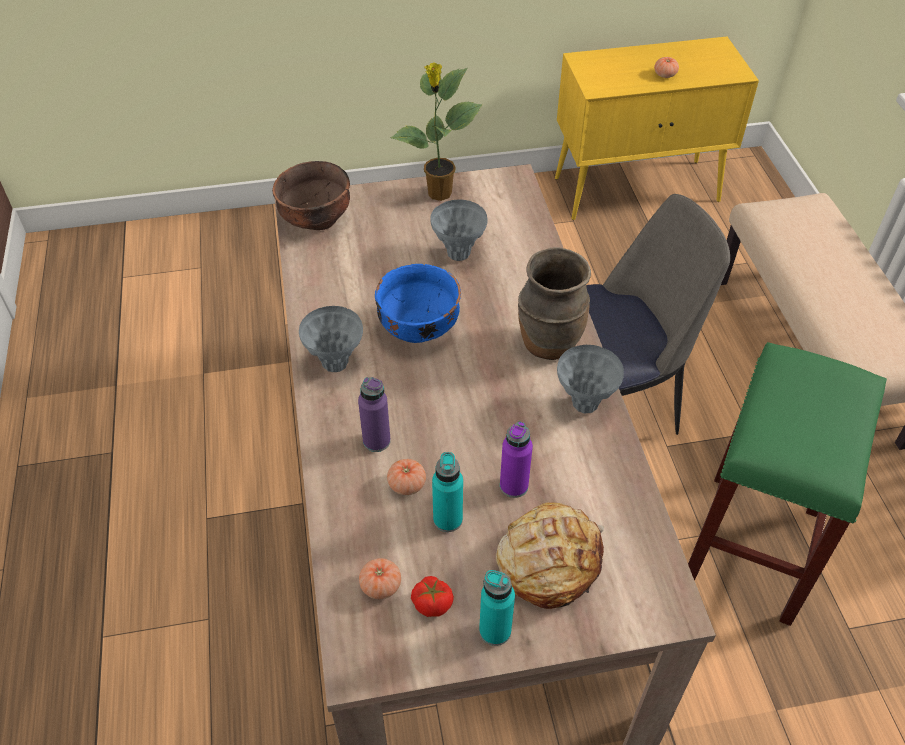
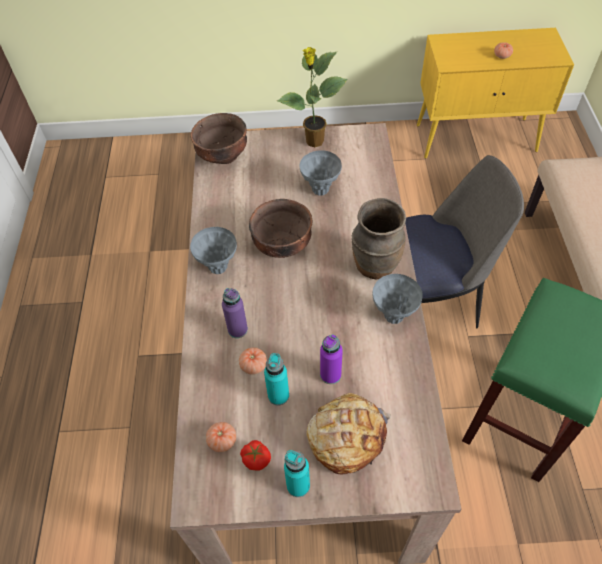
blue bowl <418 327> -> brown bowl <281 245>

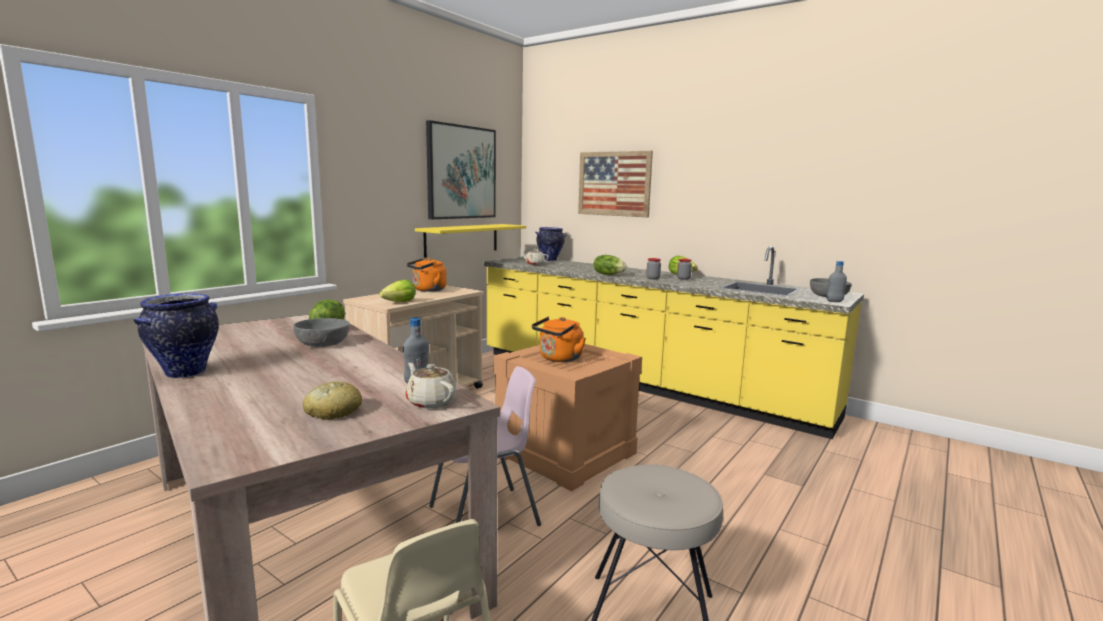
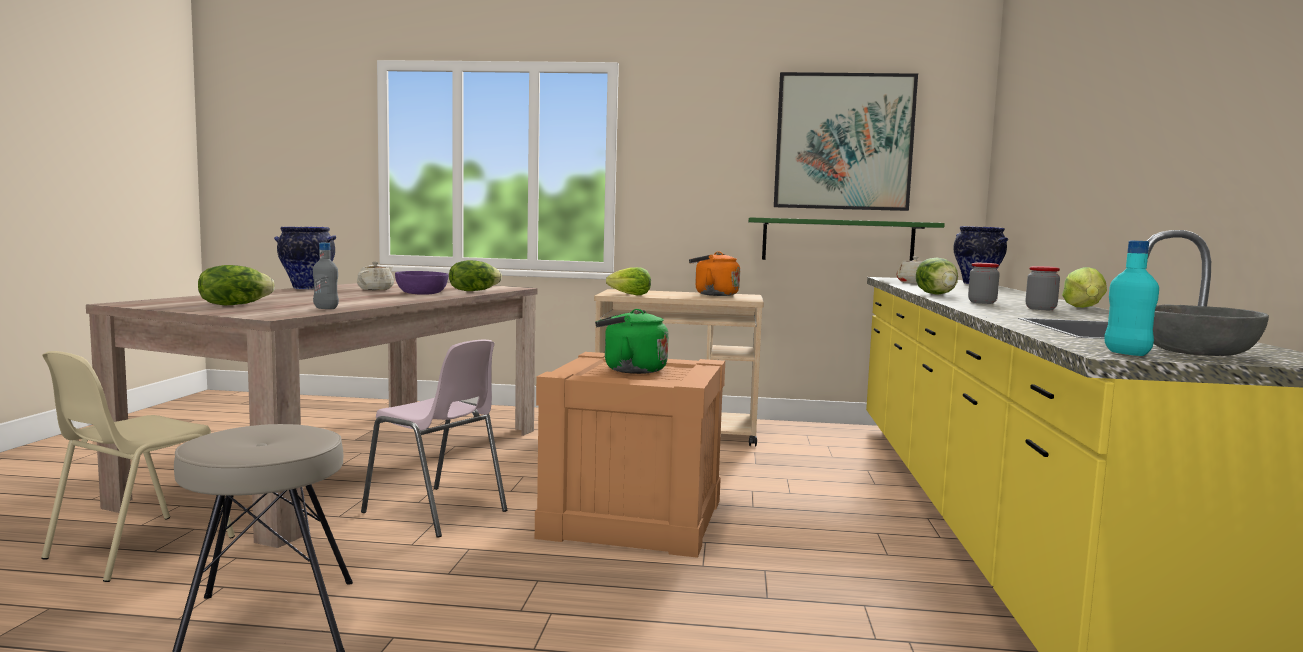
grey bowl <323 343> -> purple bowl <422 293>
bread <333 412> -> lettuce <234 305>
beige teapot <431 402> -> beige teapot <376 289>, move
yellow shelf <462 239> -> green shelf <837 241>
orange kettle <559 359> -> green kettle <630 370>
picture <614 183> -> none
grey bottle <834 301> -> turquoise bottle <1126 353>

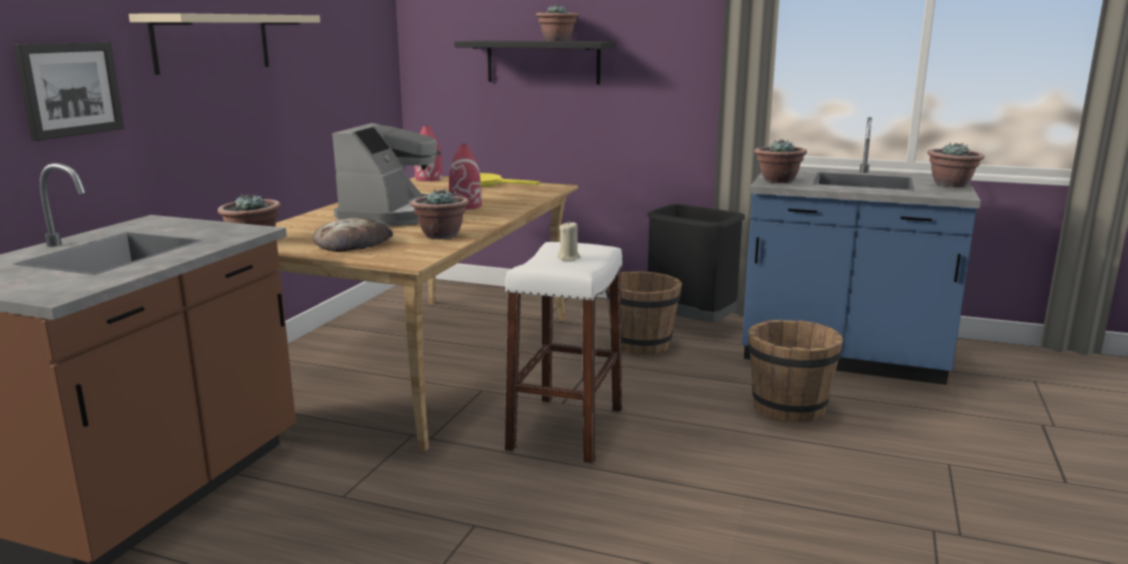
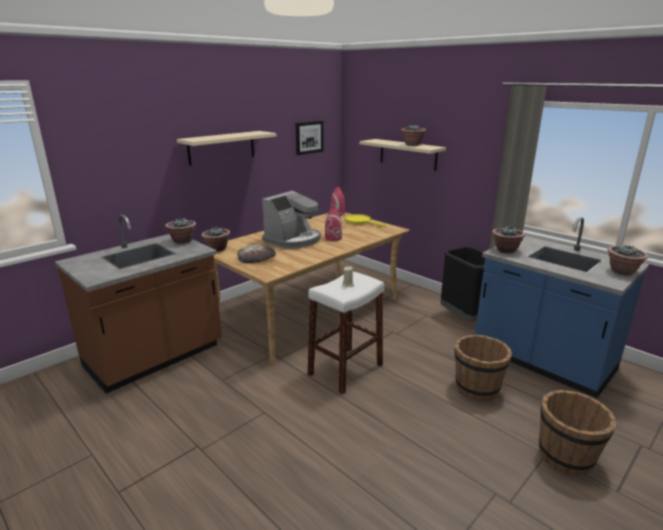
picture <69 89> -> picture <309 137>, move
potted plant <440 235> -> potted plant <182 241>, move
black shelf <543 62> -> beige shelf <408 154>
brown bucket <641 344> -> brown bucket <566 456>, move

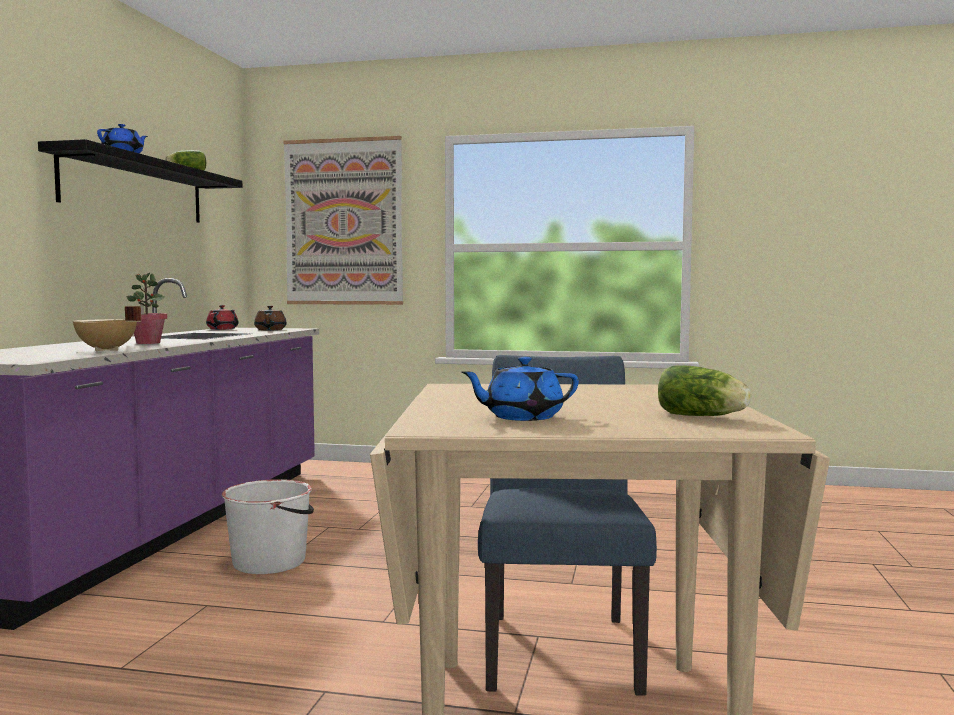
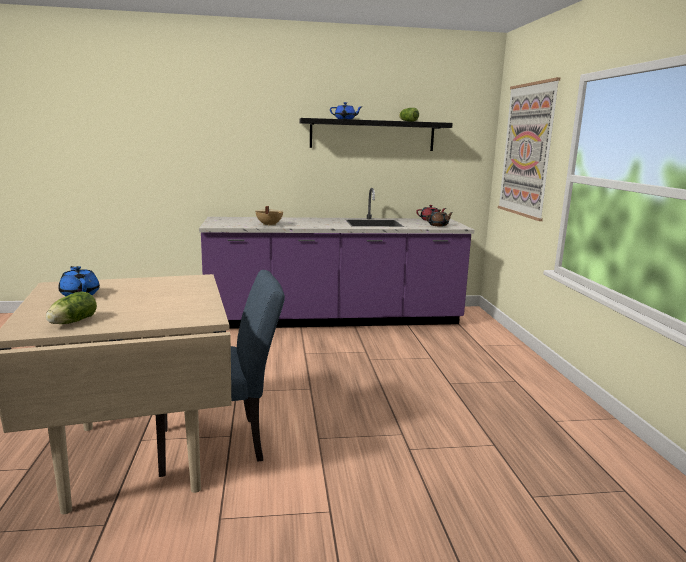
potted plant <148 343> -> none
white bucket <270 562> -> none

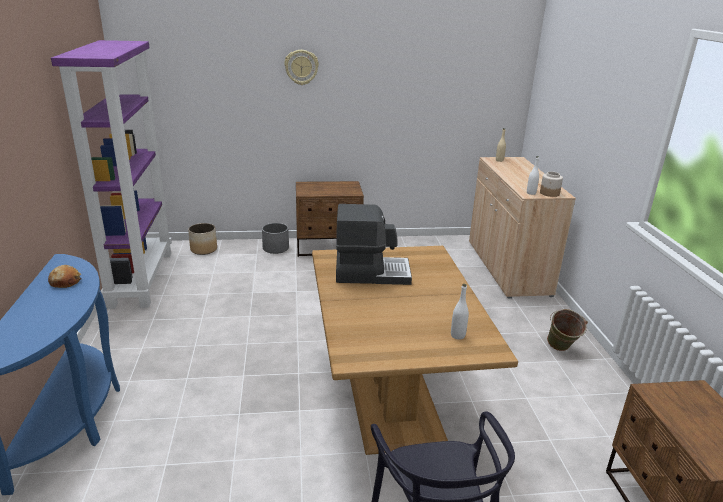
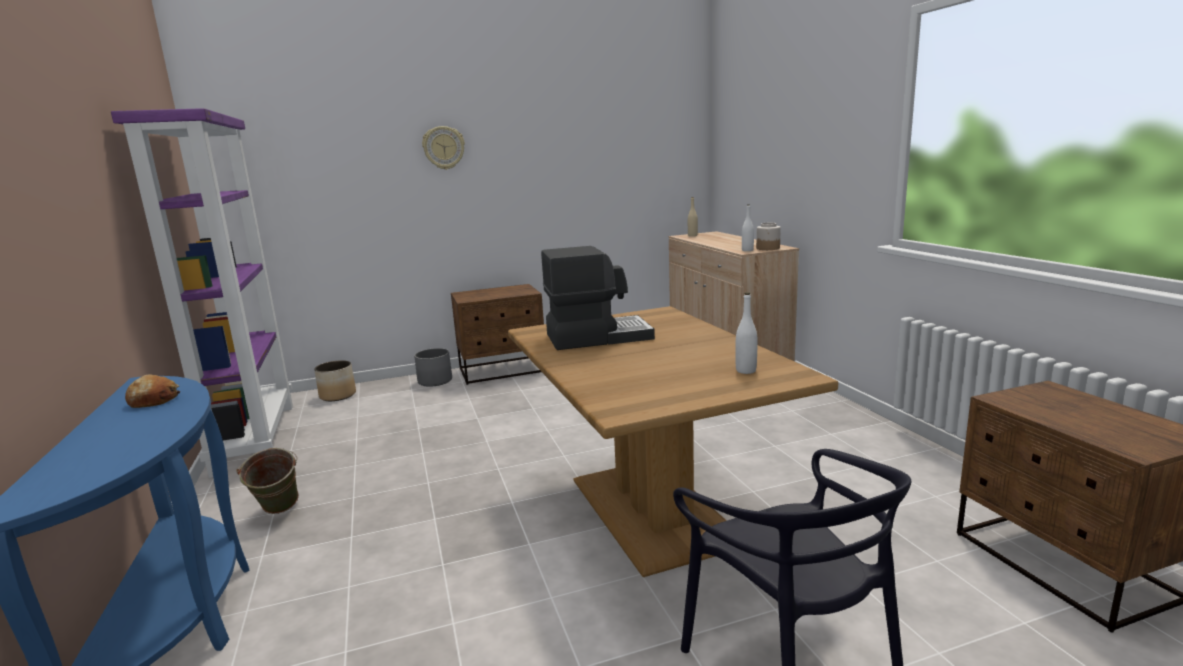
green bucket <560 350> -> green bucket <278 512>, move

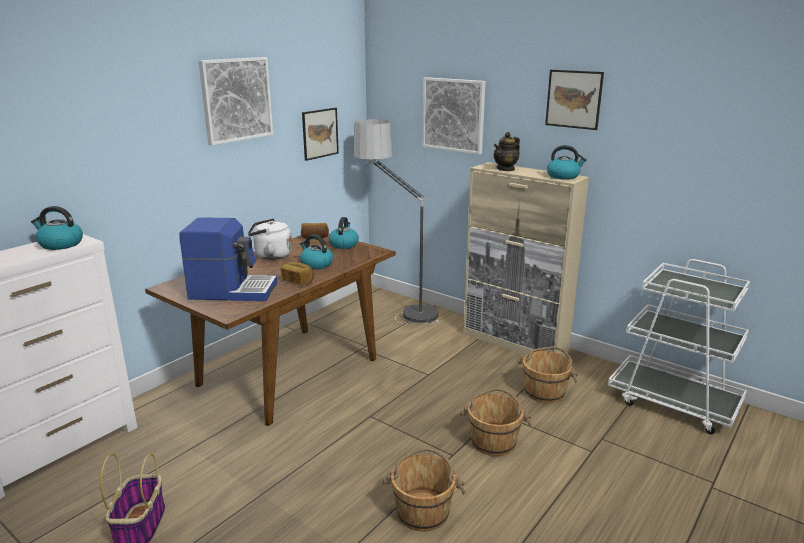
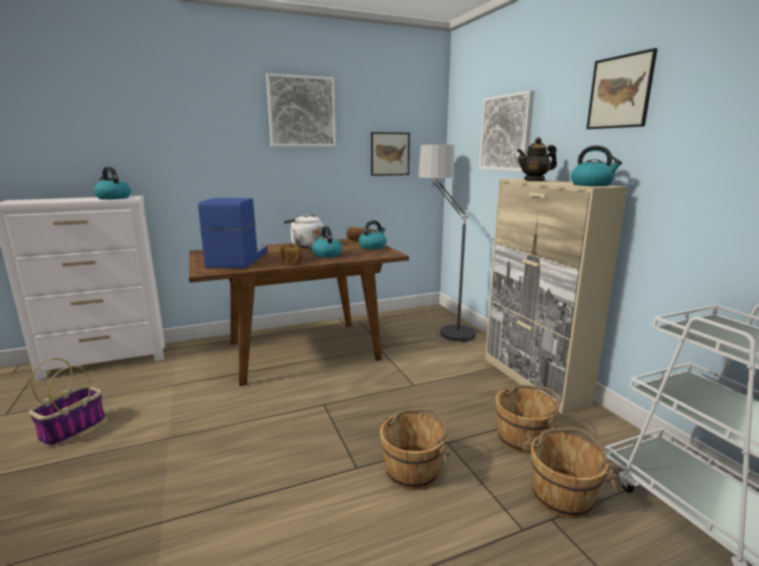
coffee machine <233 290> -> coffee machine <237 260>, 120 degrees counterclockwise
brown bucket <423 511> -> brown bucket <562 495>, move

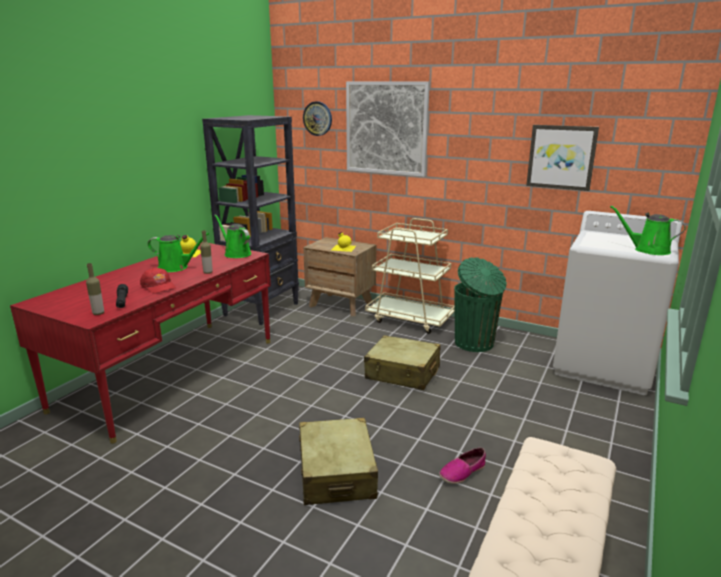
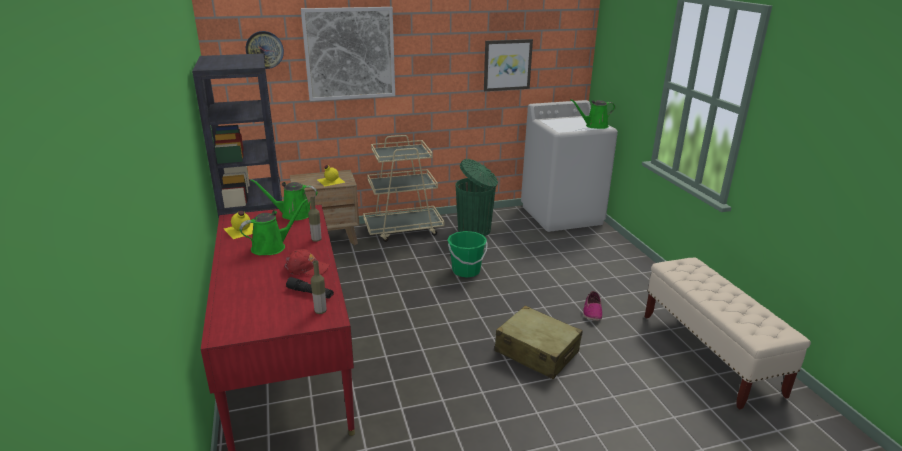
beige suitcase <402 373> -> green bucket <466 271>

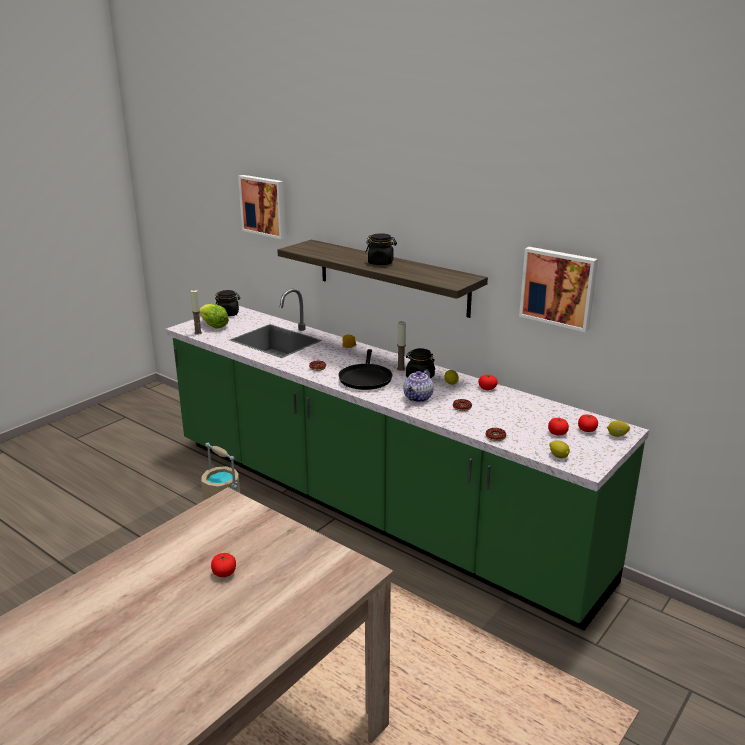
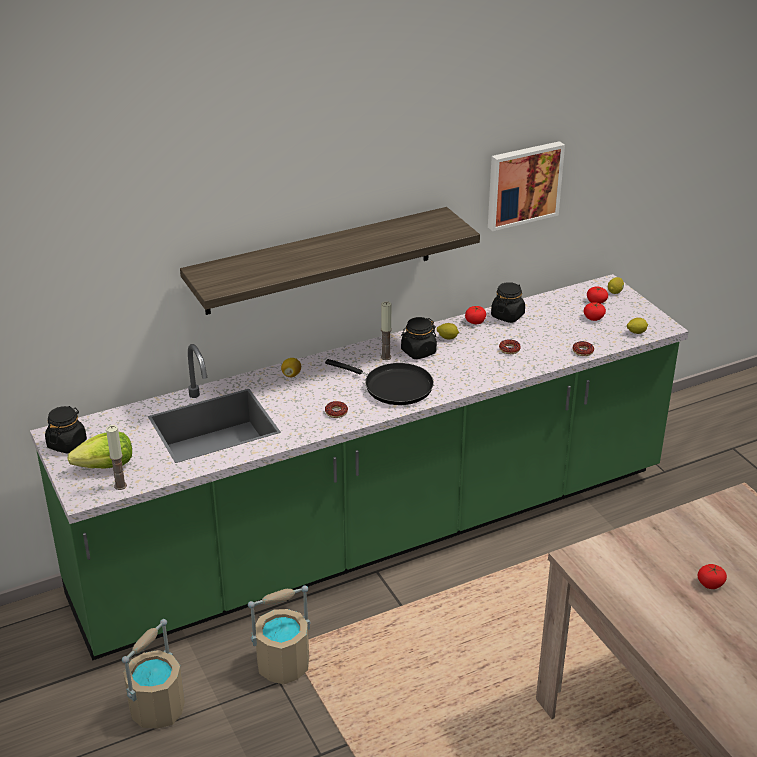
picture <264 206> -> none
black jar <381 263> -> black jar <507 315>, move
teapot <418 398> -> none
none -> beige bucket <157 708>

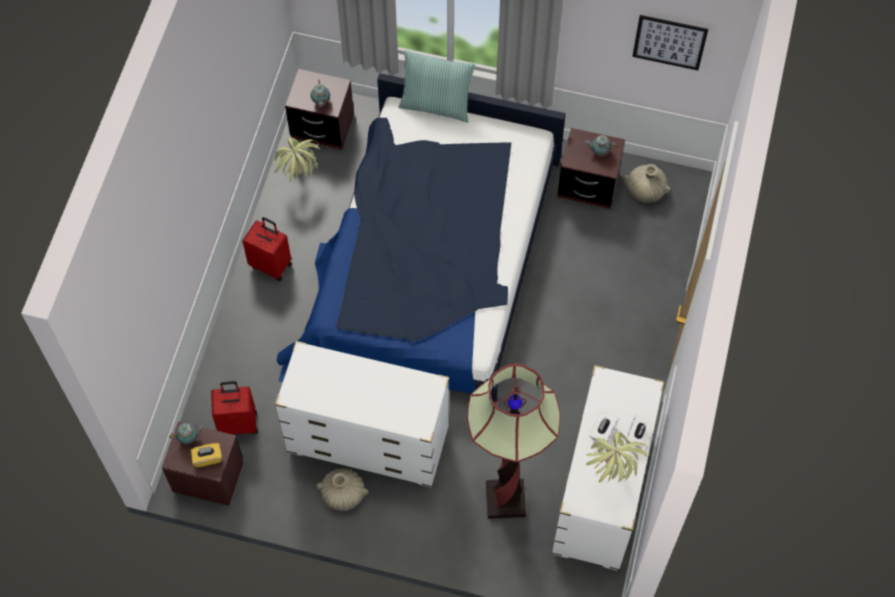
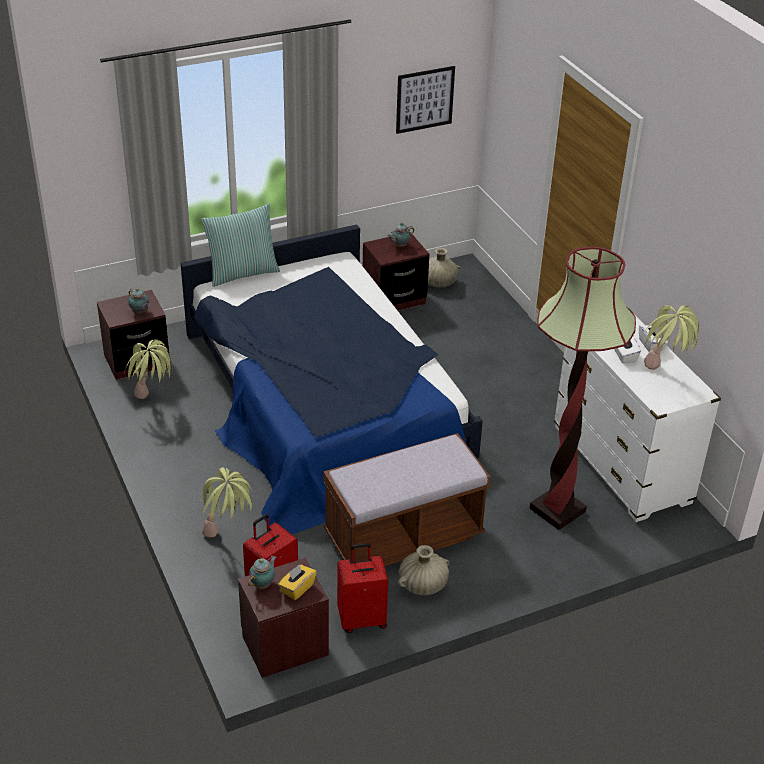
red suitcase <271 264> -> red suitcase <362 619>, move
white dresser <369 441> -> brown bench <403 536>
none -> potted plant <229 537>

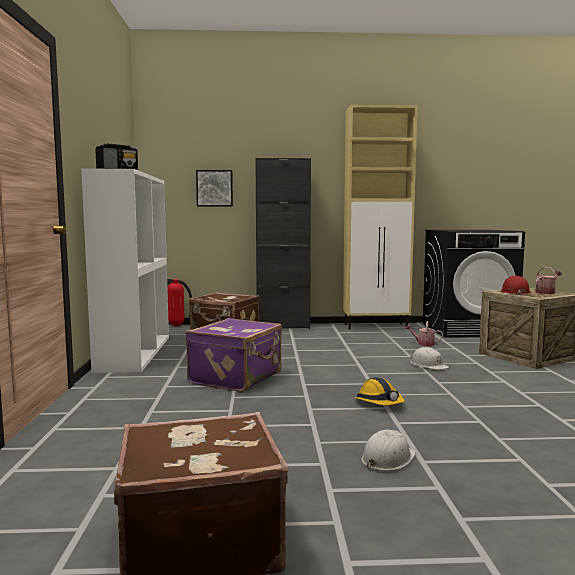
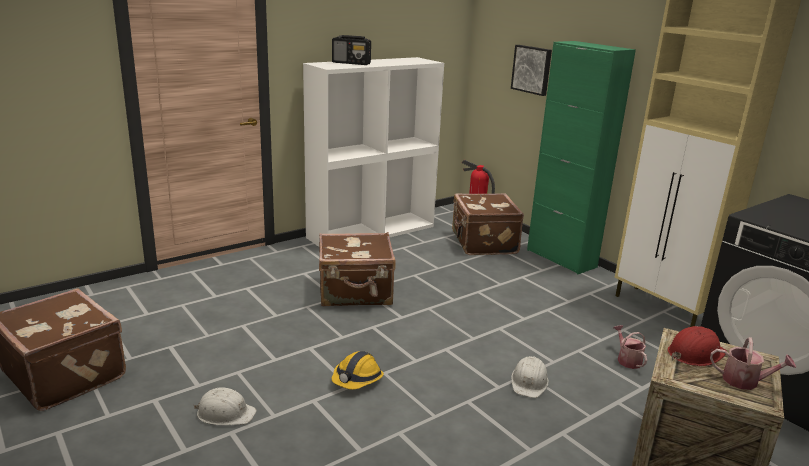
purple suitcase <237 378> -> brown suitcase <356 293>
black cabinet <283 326> -> green cabinet <561 258>

